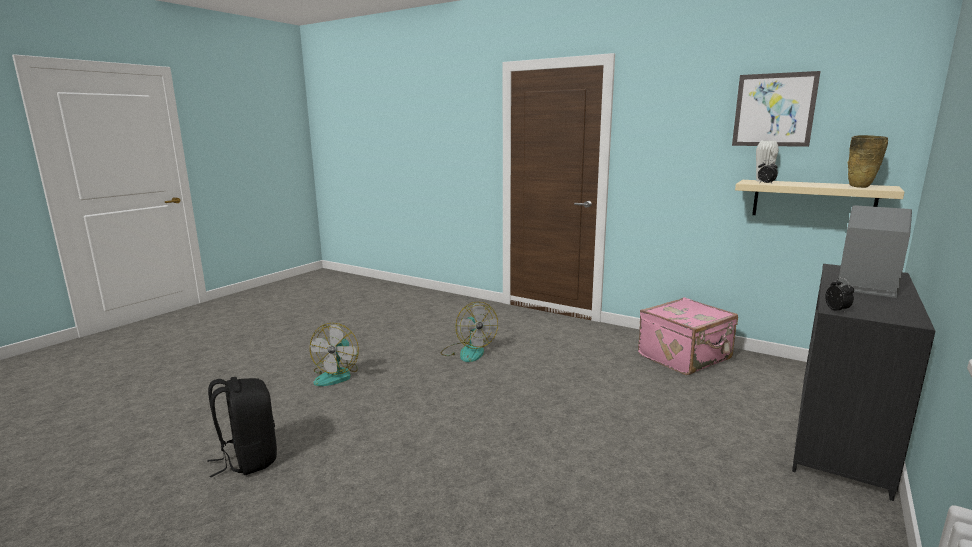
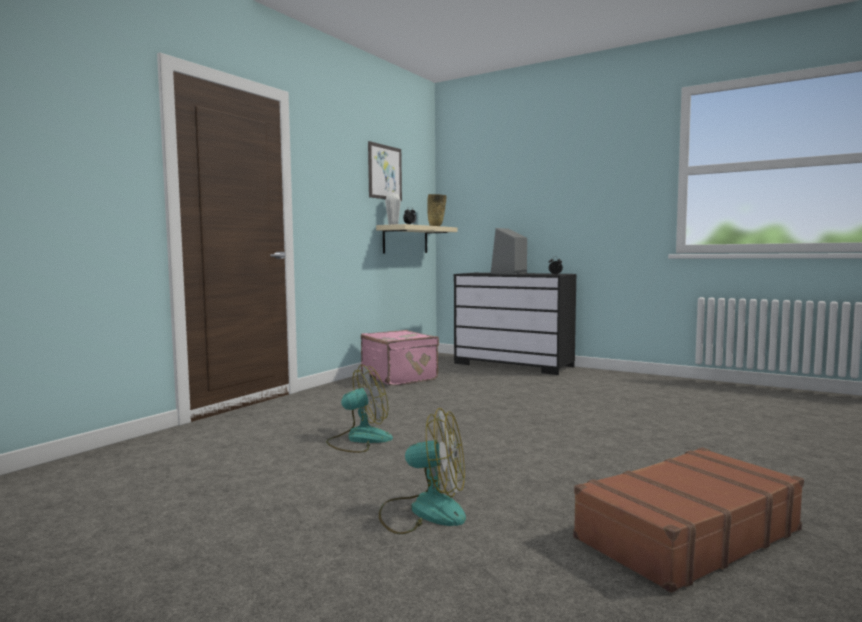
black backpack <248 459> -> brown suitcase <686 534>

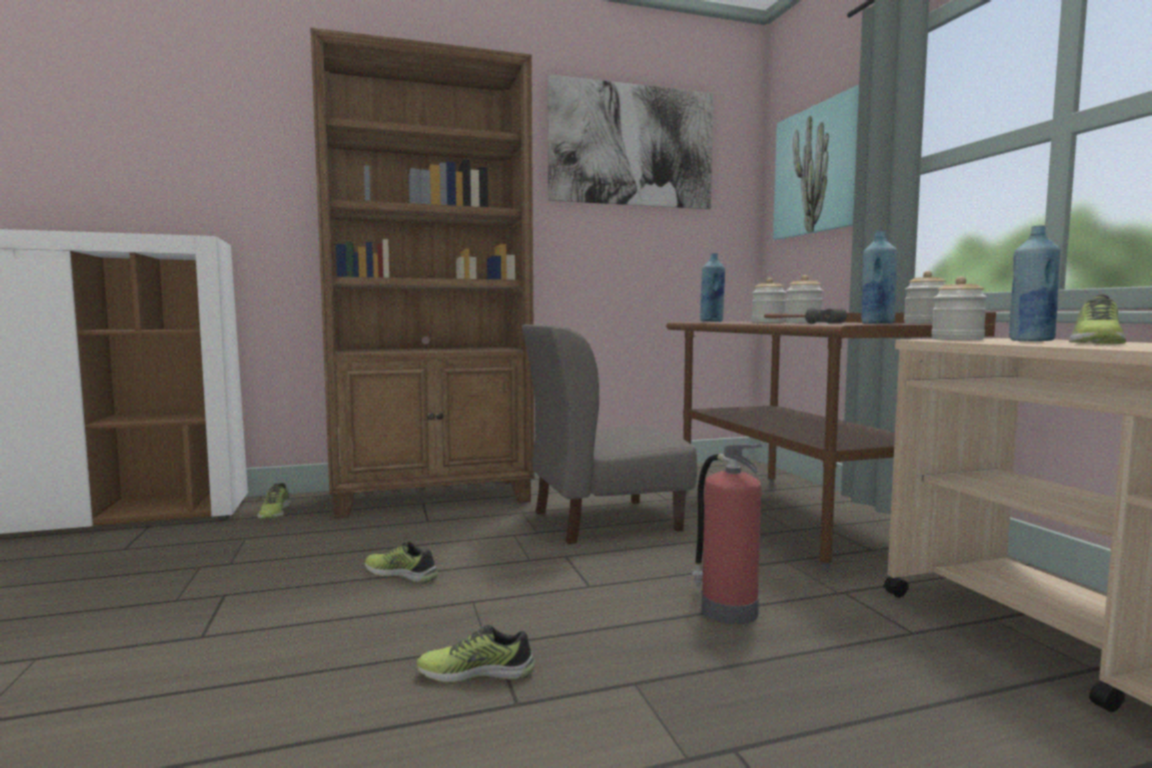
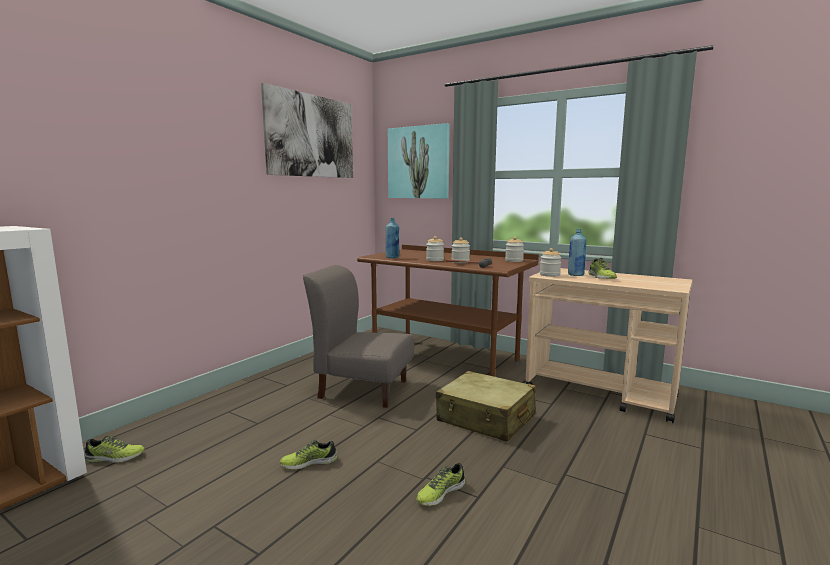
shoe <274 512> -> shoe <114 458>, 45 degrees counterclockwise
brown bookcase <434 497> -> none
grey chair <604 520> -> grey chair <363 389>, 75 degrees clockwise
fire extinguisher <727 610> -> beige suitcase <486 418>
blue bottle <877 323> -> none

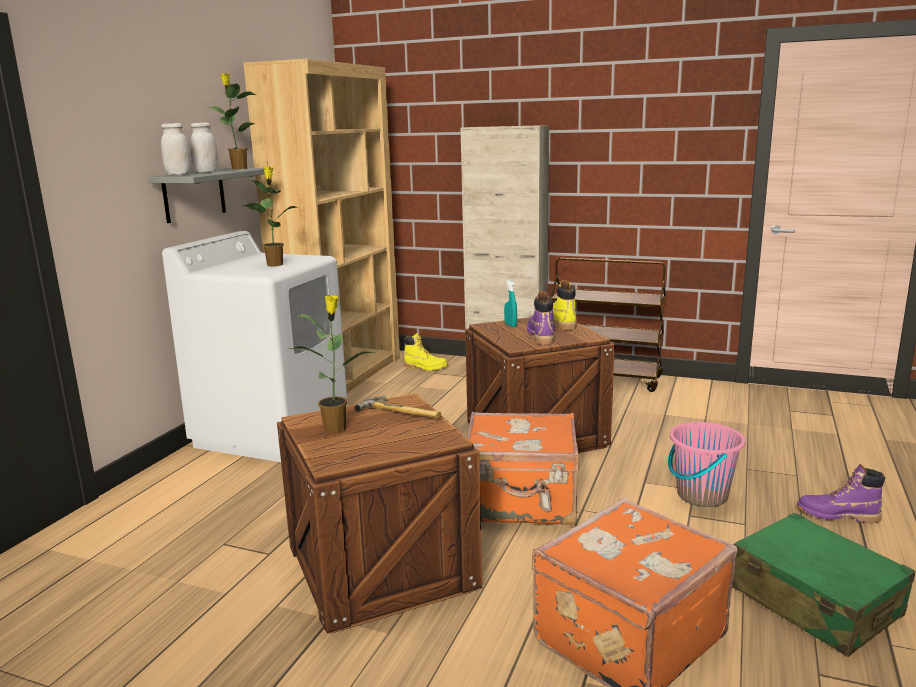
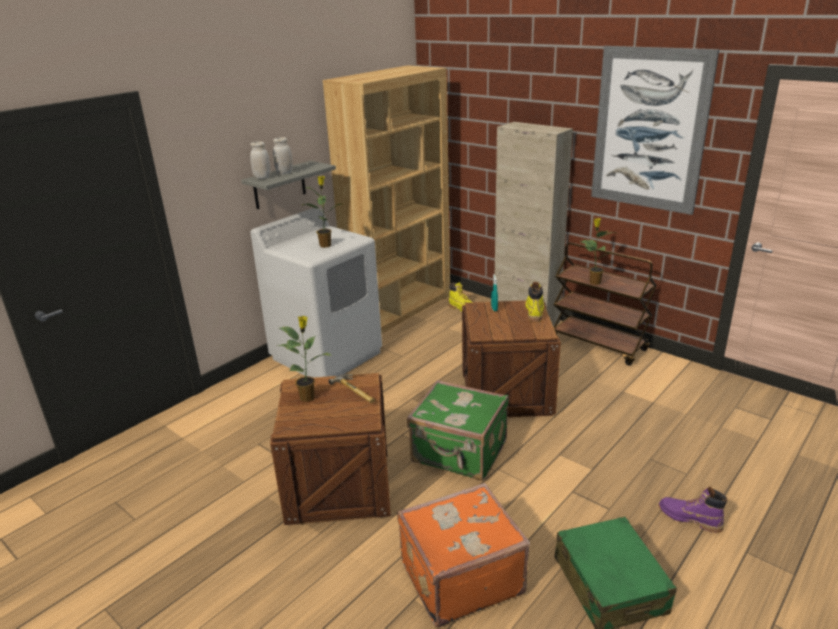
potted plant <238 168> -> potted plant <594 282>, move
orange suitcase <522 503> -> green suitcase <459 453>
purple boot <541 336> -> none
pink bucket <701 495> -> none
none -> picture <649 130>

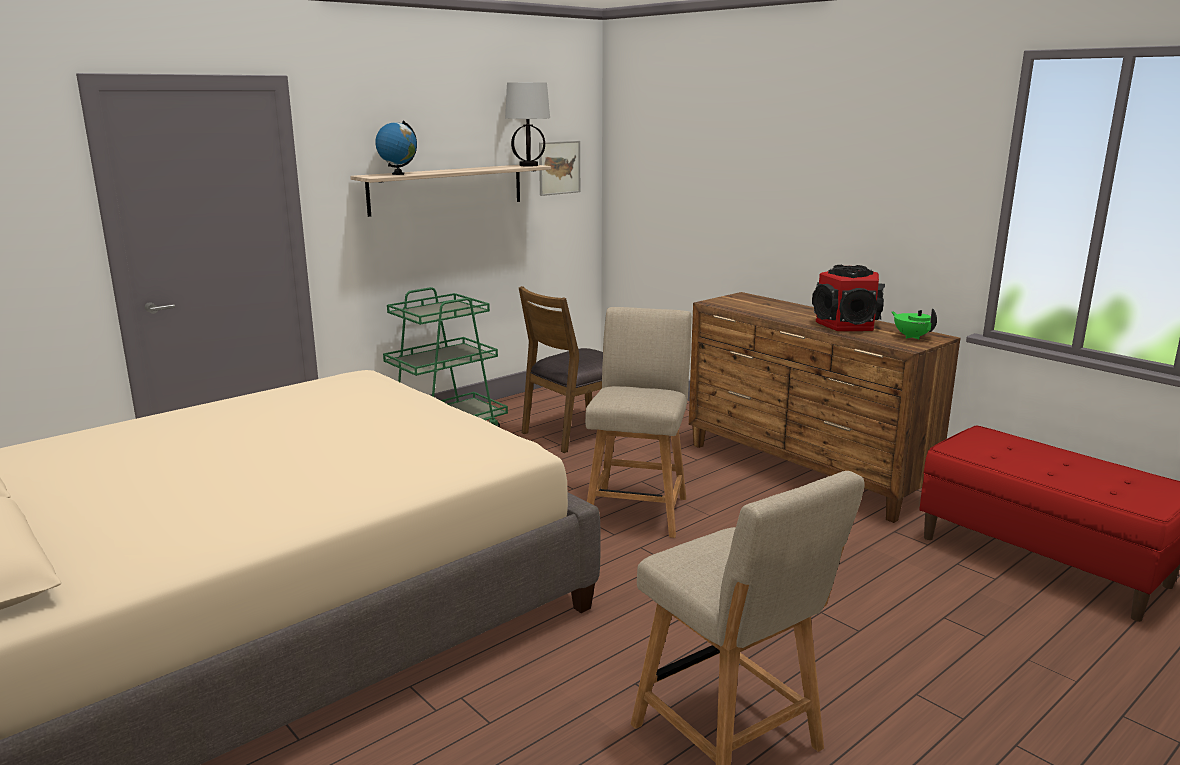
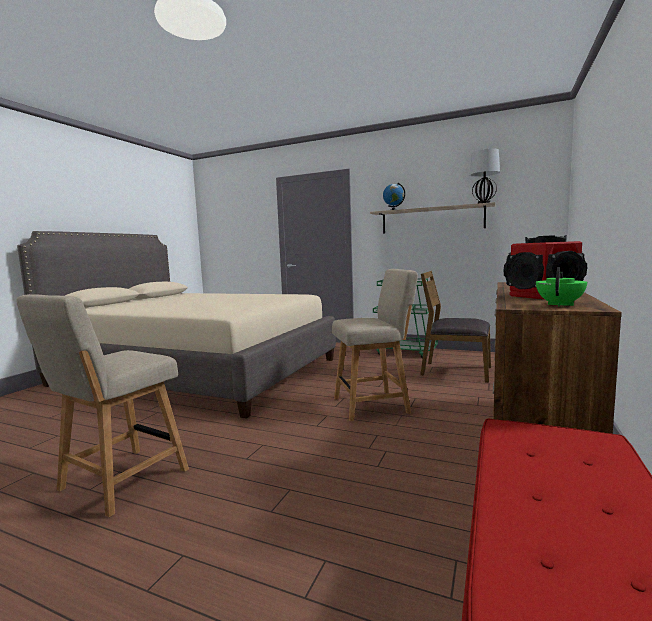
picture <559 167> -> none

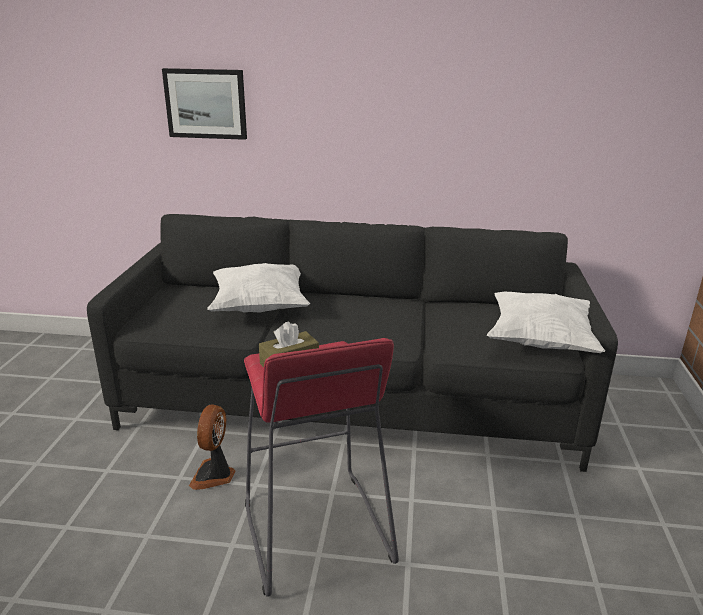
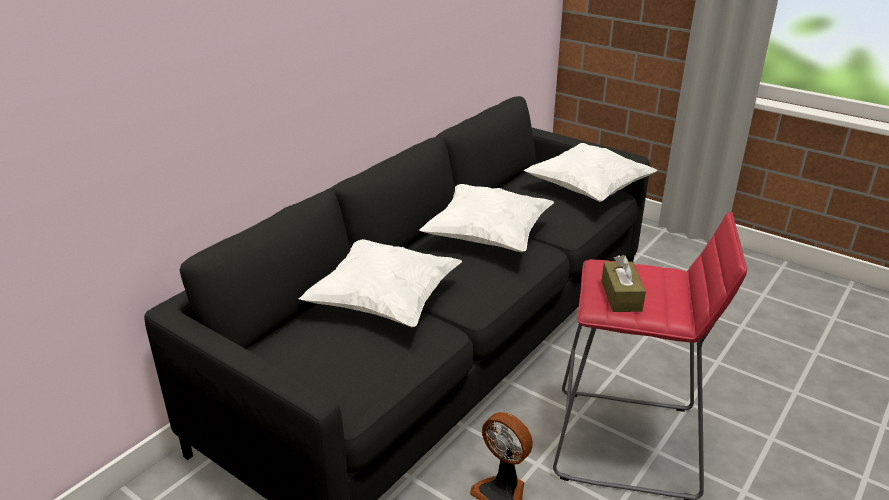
picture <206 104> -> none
none -> white pillow <487 238>

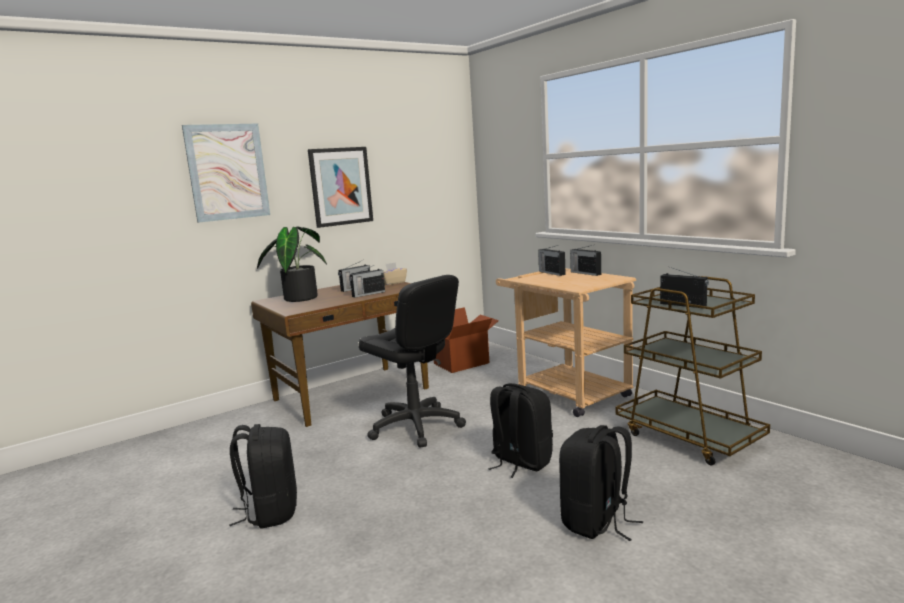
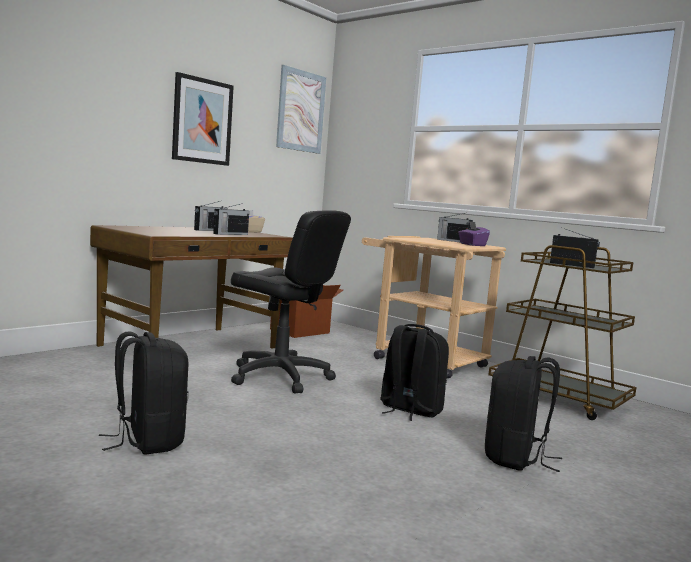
picture <227 172> -> picture <301 111>, move
potted plant <298 298> -> none
radio <551 273> -> none
none -> purple tissue box <472 245>

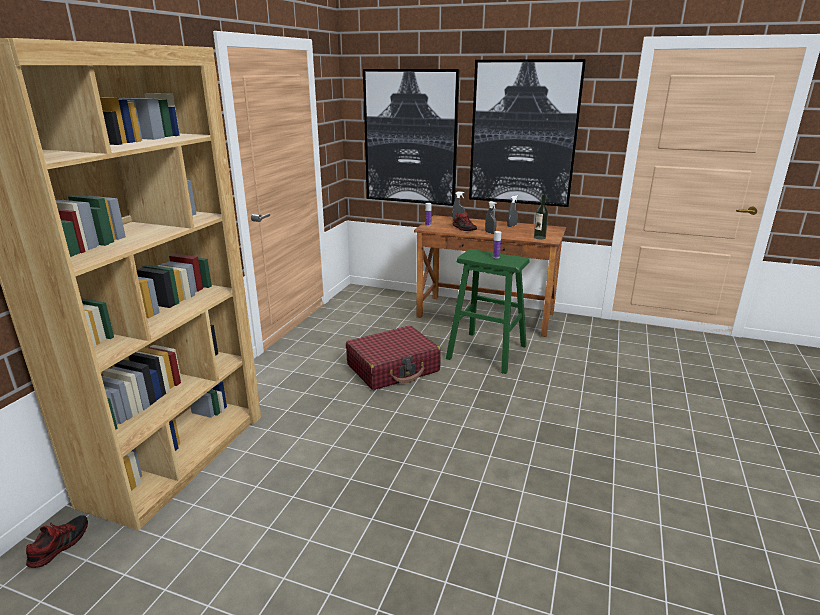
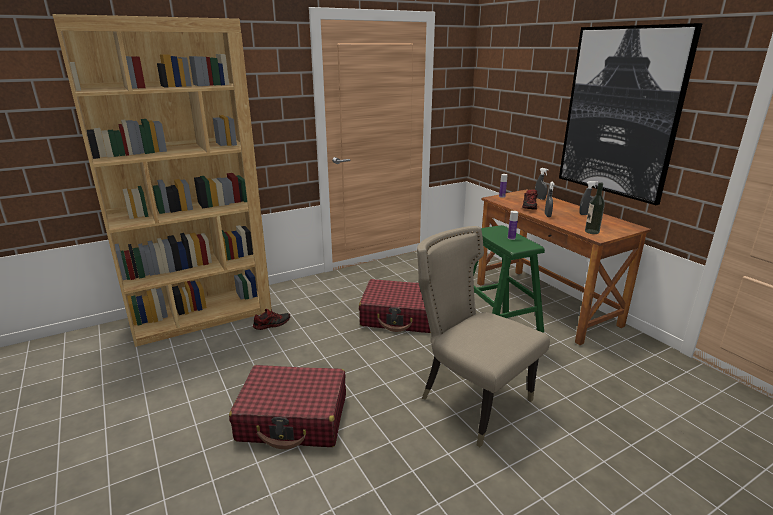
shoe <59 545> -> shoe <272 324>, move
picture <410 138> -> none
none -> red suitcase <293 418>
none -> beige chair <470 400>

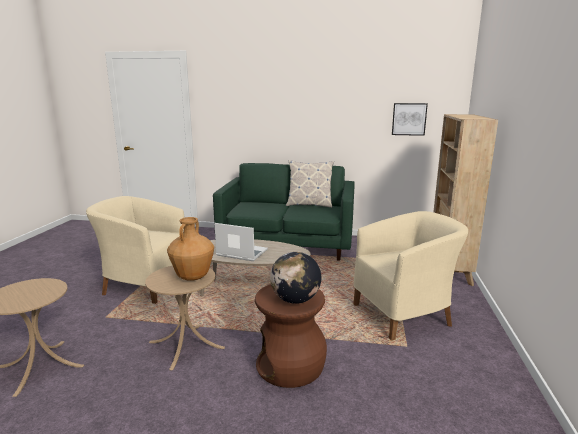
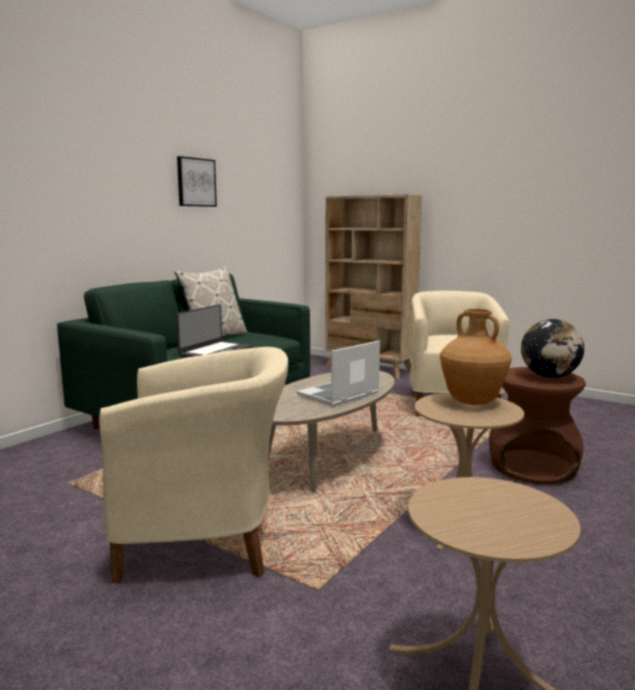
beige armchair <143 285> -> beige armchair <206 540>, 135 degrees counterclockwise
picture <409 119> -> picture <196 182>, move
none -> laptop <215 351>

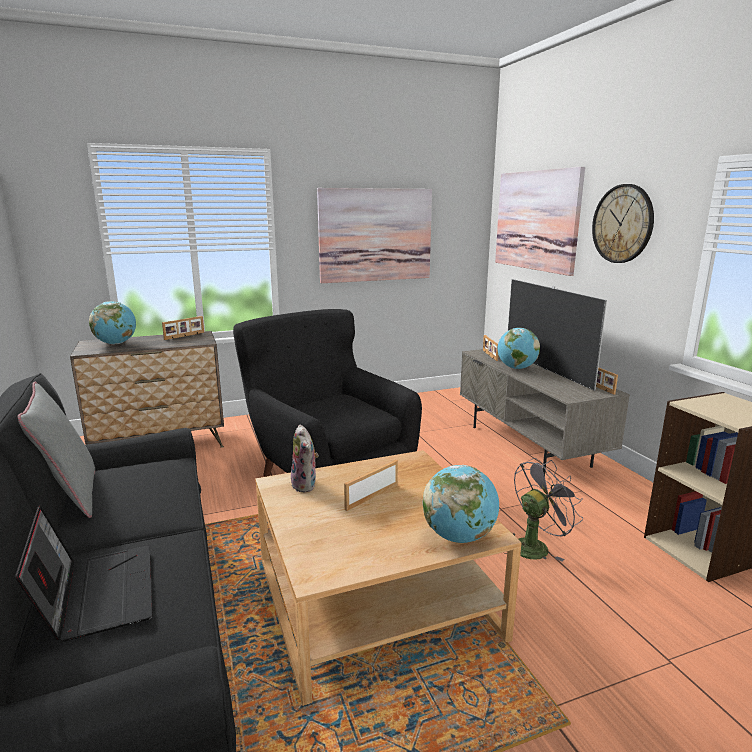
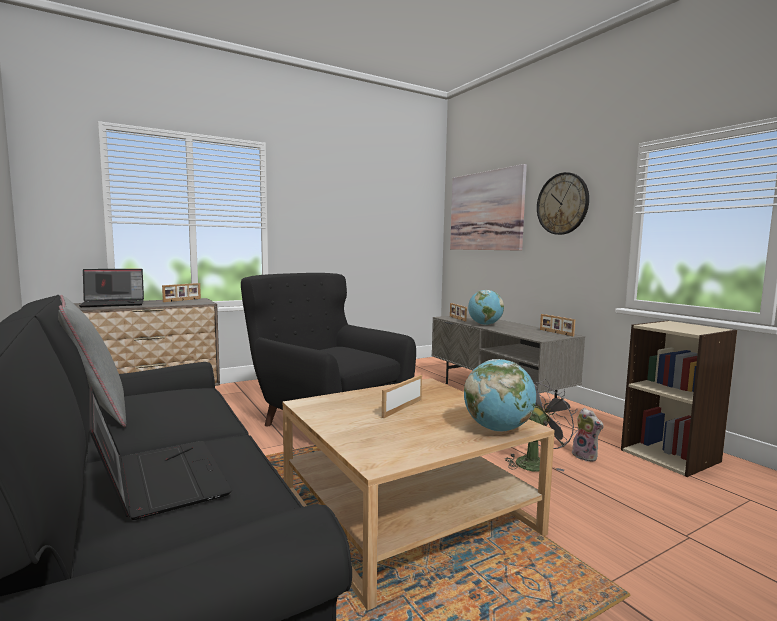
globe <116 343> -> laptop <114 304>
plush toy <306 485> -> plush toy <586 456>, move
picture <375 235> -> none
television <546 369> -> none

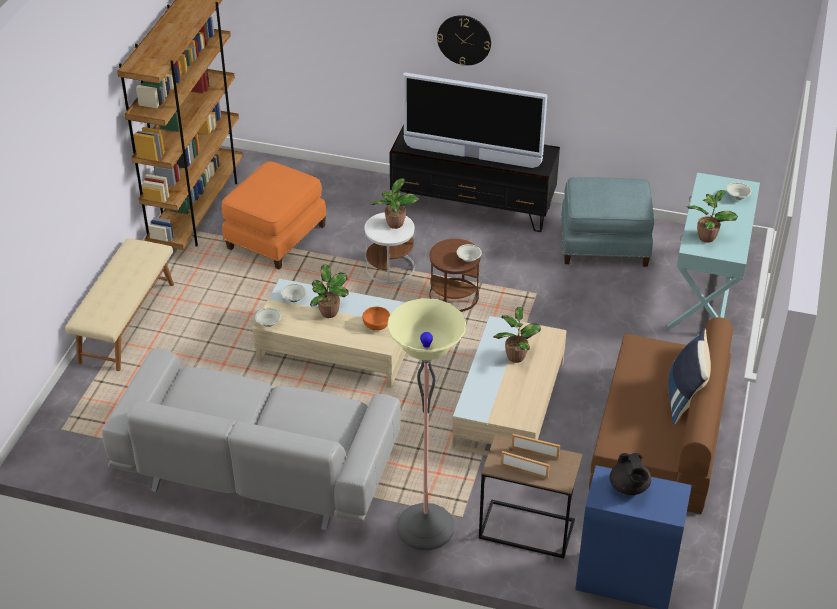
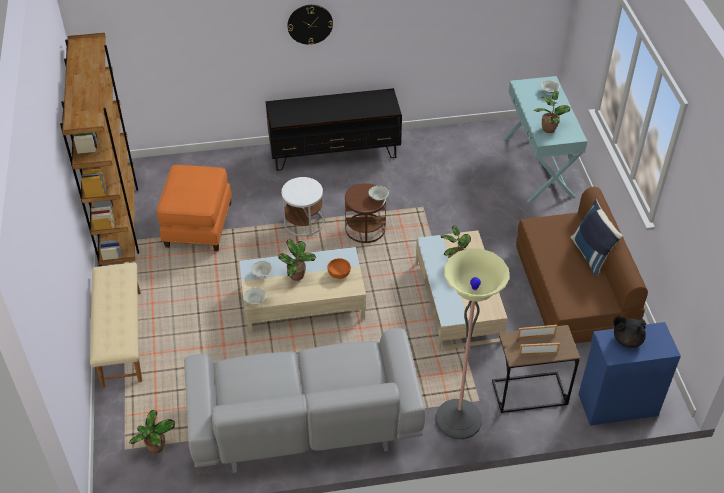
potted plant <394 224> -> potted plant <156 448>, move
television <472 157> -> none
blue ottoman <604 244> -> none
black teapot <629 487> -> black teapot <626 339>, 135 degrees clockwise

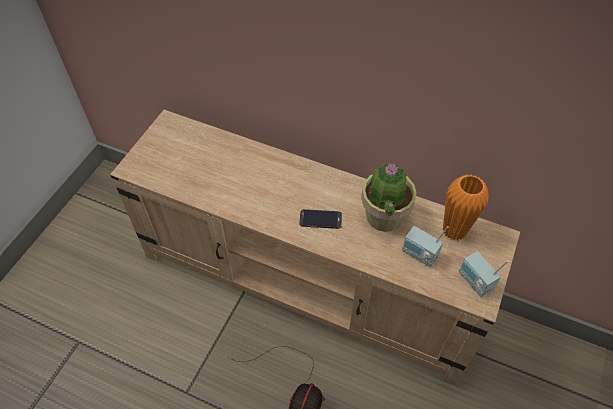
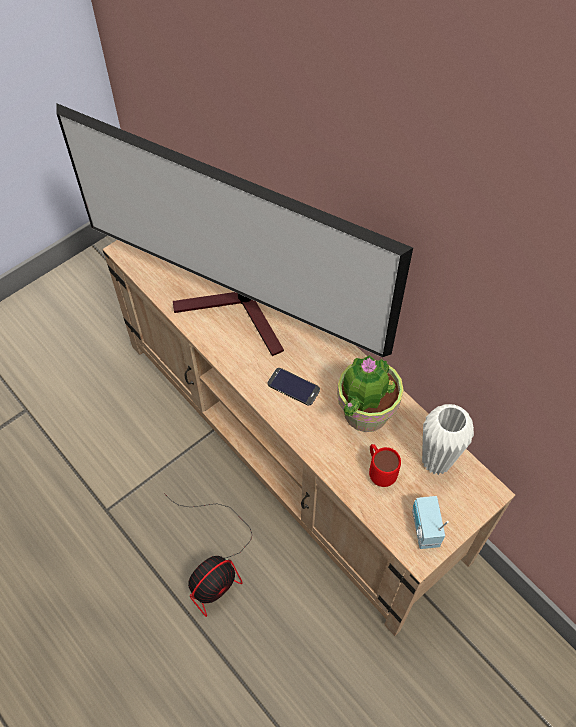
radio <419 255> -> red mug <379 472>
orange vase <454 231> -> white vase <436 461>
none -> television <240 313>

